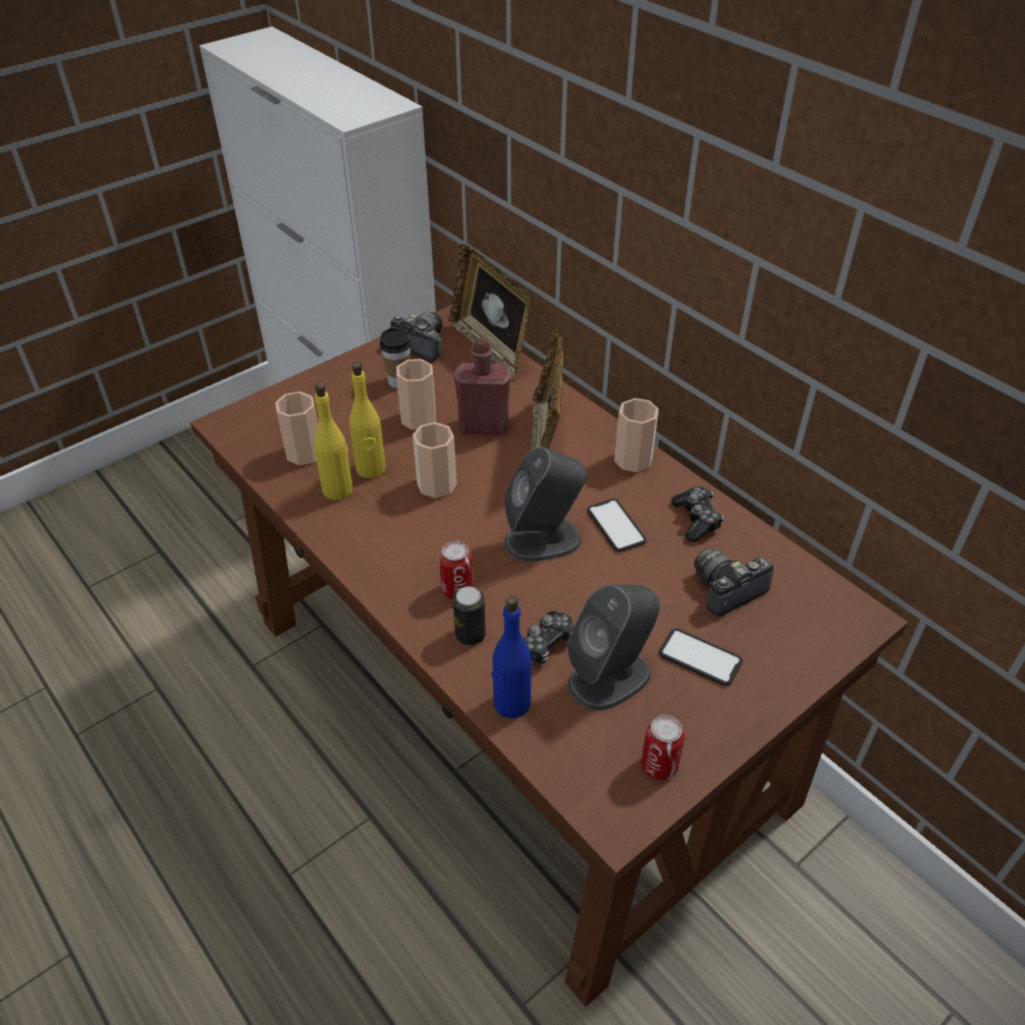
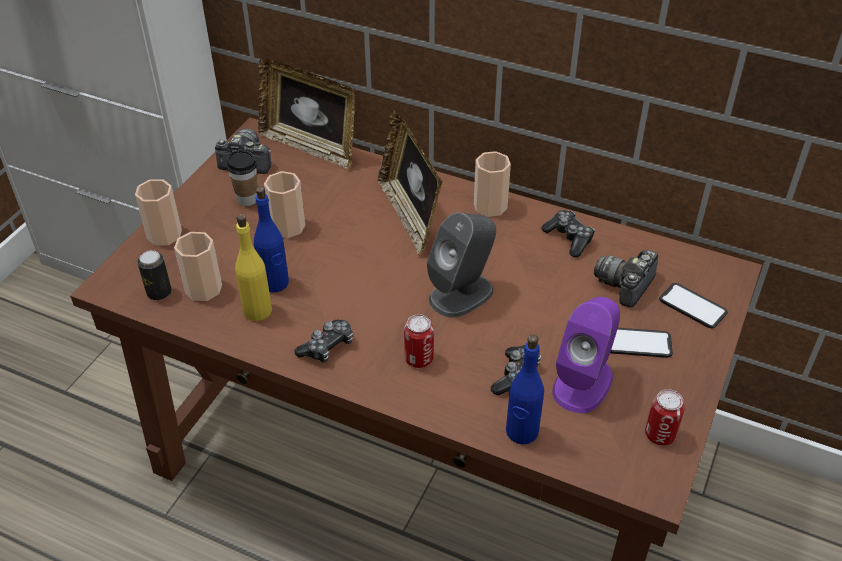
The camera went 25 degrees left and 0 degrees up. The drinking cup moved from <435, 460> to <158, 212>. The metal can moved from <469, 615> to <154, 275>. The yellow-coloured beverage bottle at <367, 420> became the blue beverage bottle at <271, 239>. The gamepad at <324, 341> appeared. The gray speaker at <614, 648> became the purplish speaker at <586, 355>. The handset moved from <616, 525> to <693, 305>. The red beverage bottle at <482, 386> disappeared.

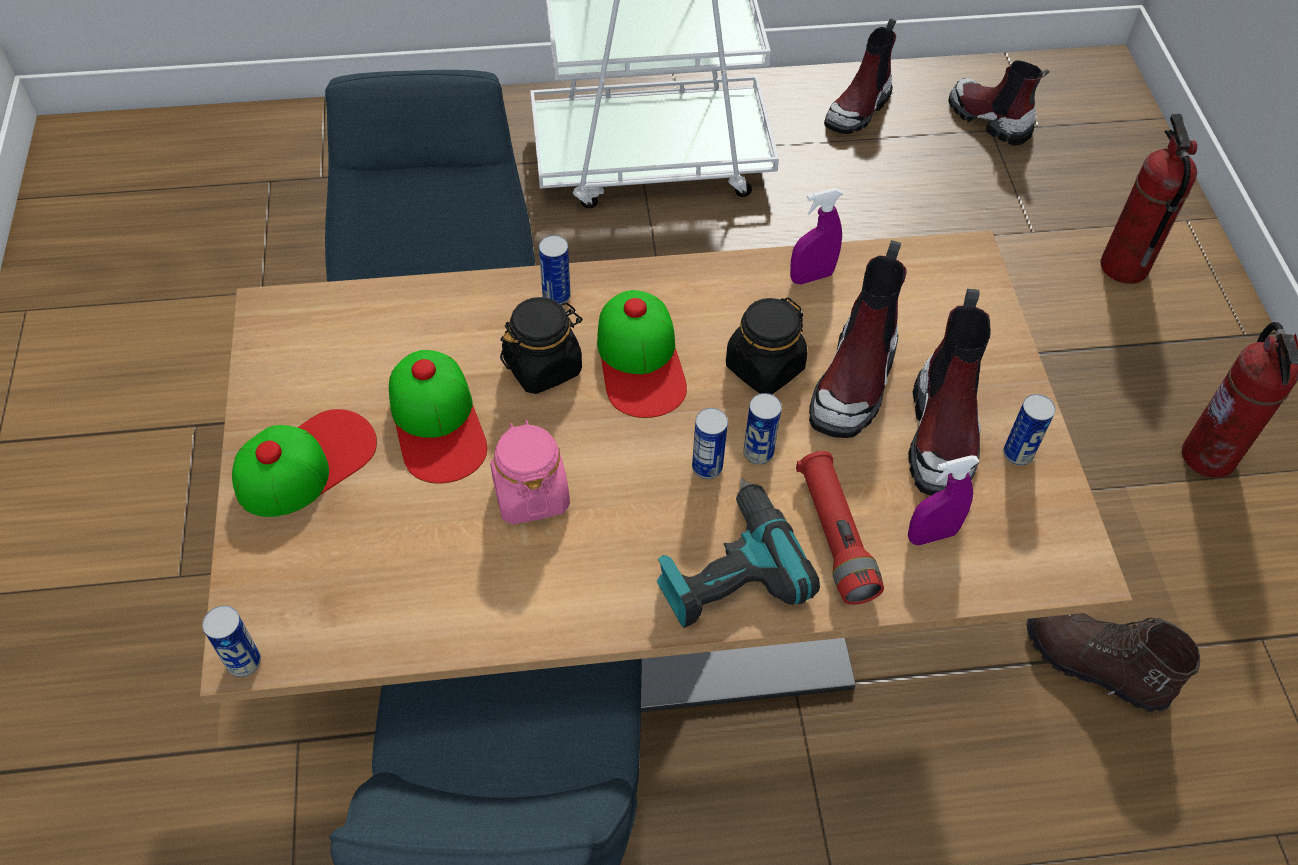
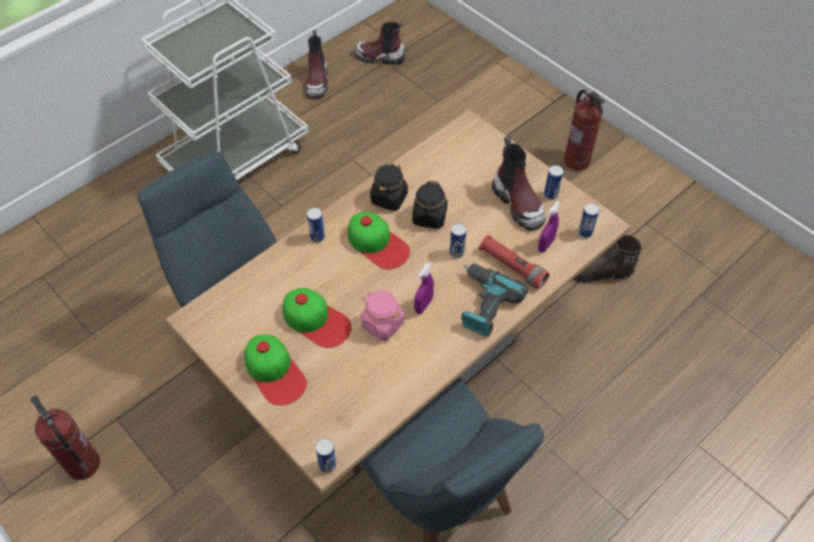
The camera went 35 degrees left and 0 degrees up. The fire extinguisher moved from <1148, 199> to <65, 437>. The baseball cap at <304, 463> turned 135 degrees clockwise. The blackish jar moved from <541, 345> to <389, 187>. The purplish hand sprayer moved from <816, 236> to <424, 288>. The metal can moved from <710, 443> to <588, 220>. The boot at <858, 339> disappeared.

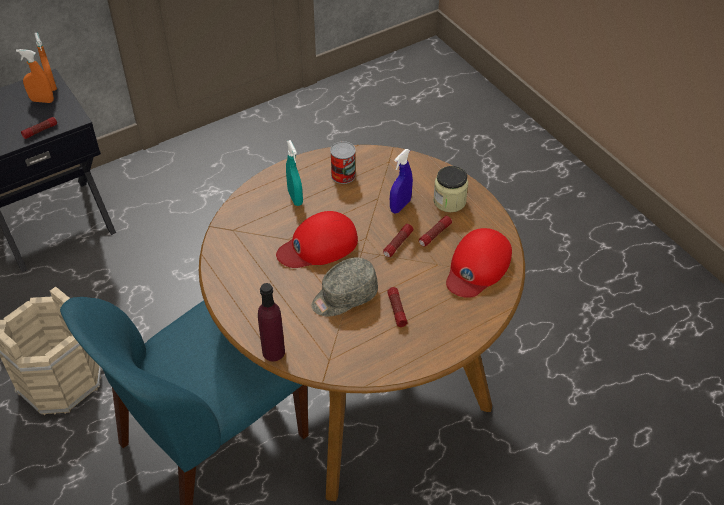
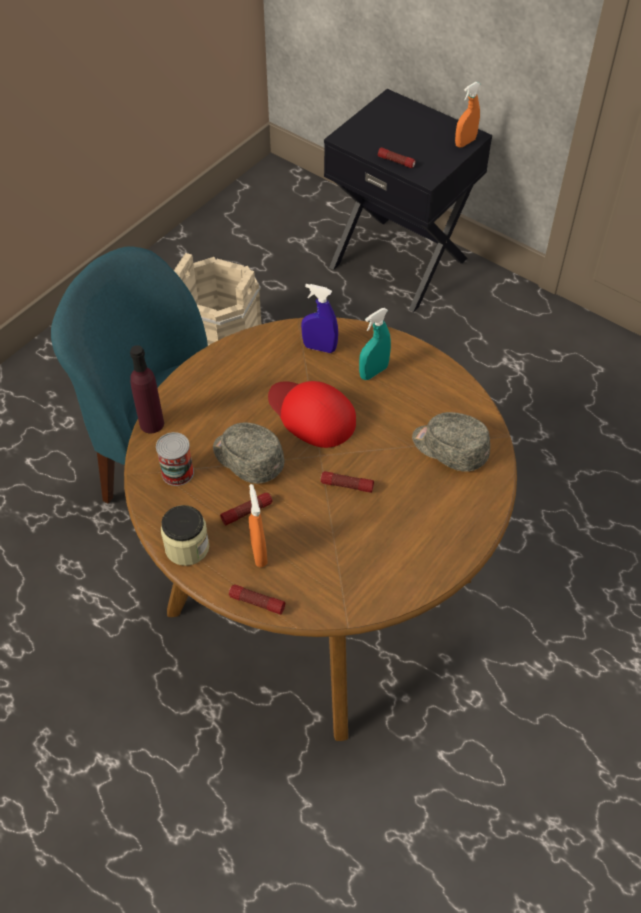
The camera went 70 degrees right and 5 degrees up. The metal can moved from <343, 162> to <175, 459>. The jar moved from <450, 189> to <185, 535>. The flashlight moved from <435, 231> to <257, 599>. The orange-coloured hand sprayer moved from <35, 76> to <258, 525>. The blue hand sprayer moved from <401, 181> to <319, 318>. The gray baseball cap at <451, 442> appeared. The red baseball cap at <479, 263> disappeared.

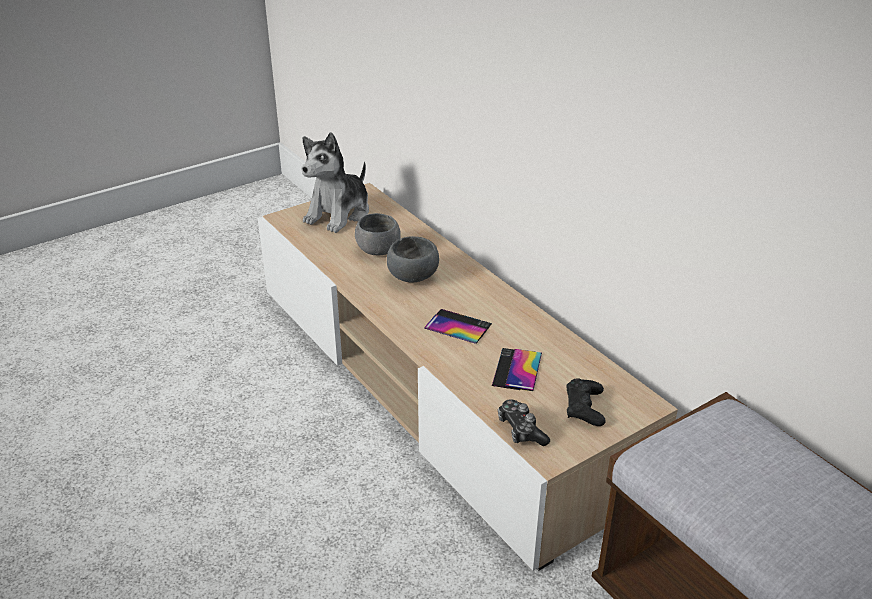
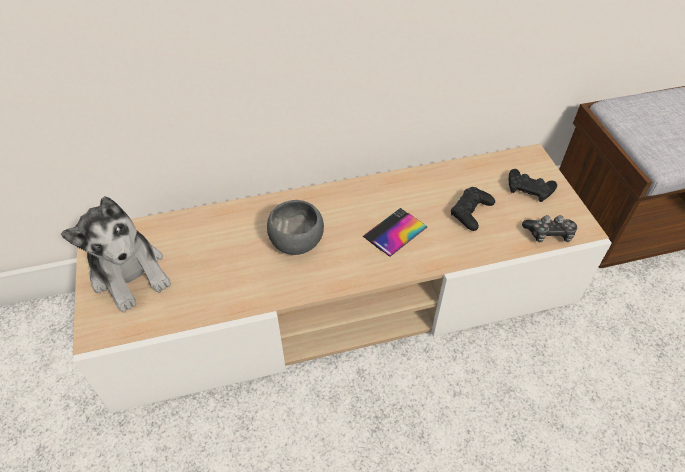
The camera went 70 degrees left and 15 degrees up. The handset at <517, 369> was replaced by the blackish gamepad at <473, 209>. The gray serving bowl at <378, 234> disappeared.

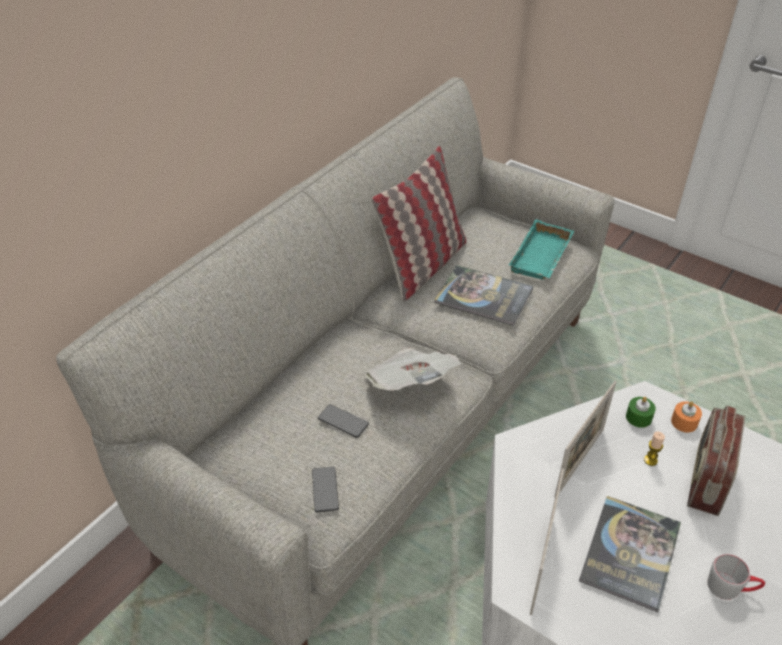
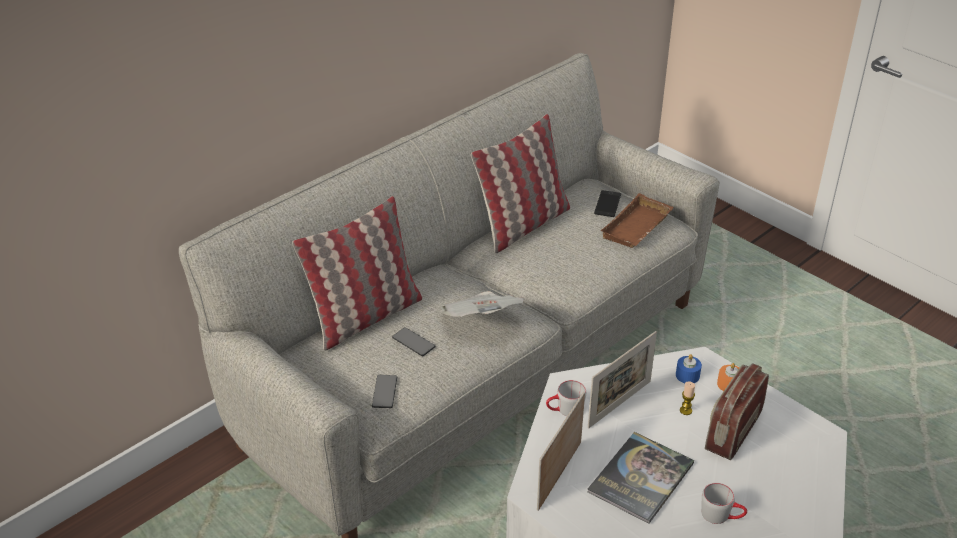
The camera went 10 degrees right and 5 degrees down. The throw pillow at <357, 273> appeared. The gray tea mug at <566, 398> appeared. The handset at <607, 203> appeared. The turquoise tray at <541, 249> became the brown-coloured tray at <637, 220>. The green-coloured wax candle at <641, 412> became the blue wax candle at <689, 368>. The volume at <483, 295> disappeared.

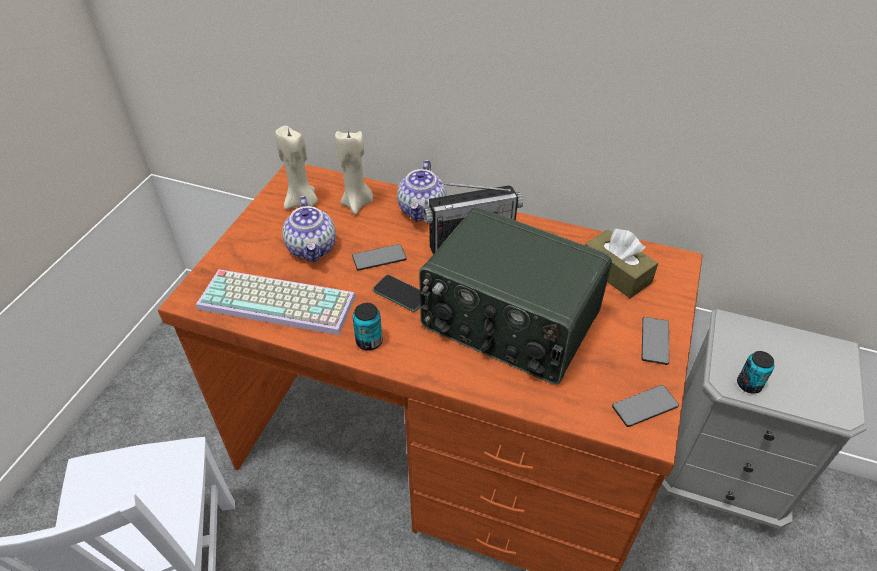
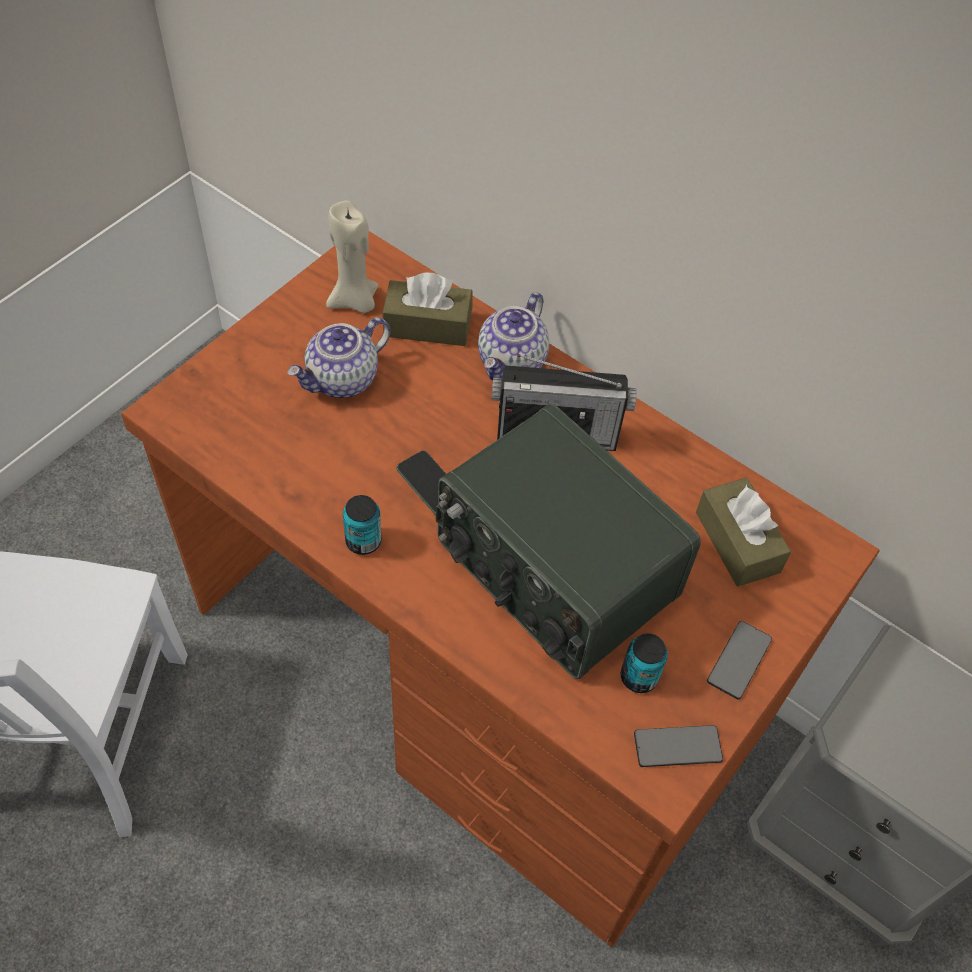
The camera went 15 degrees right and 10 degrees up. The tea pot at <309, 229> turned 45 degrees clockwise. The beige wax candle at <354, 173> was replaced by the brown-coloured tissue holder at <428, 309>. The metal can moved from <755, 372> to <644, 663>. The computer keyboard at <276, 302> disappeared. The handset at <379, 257> disappeared.

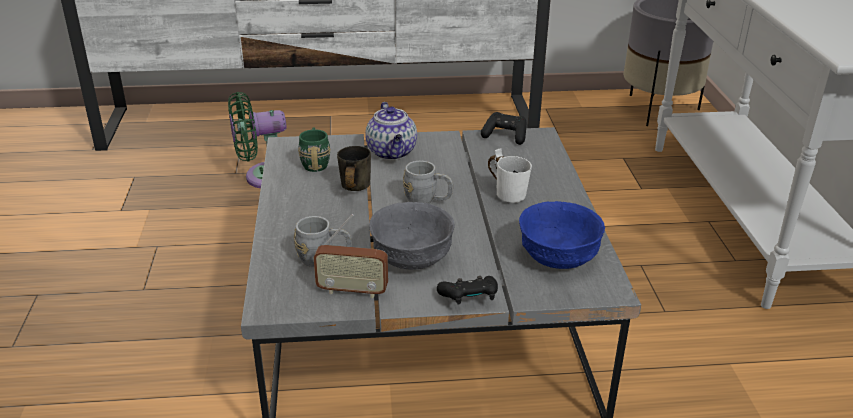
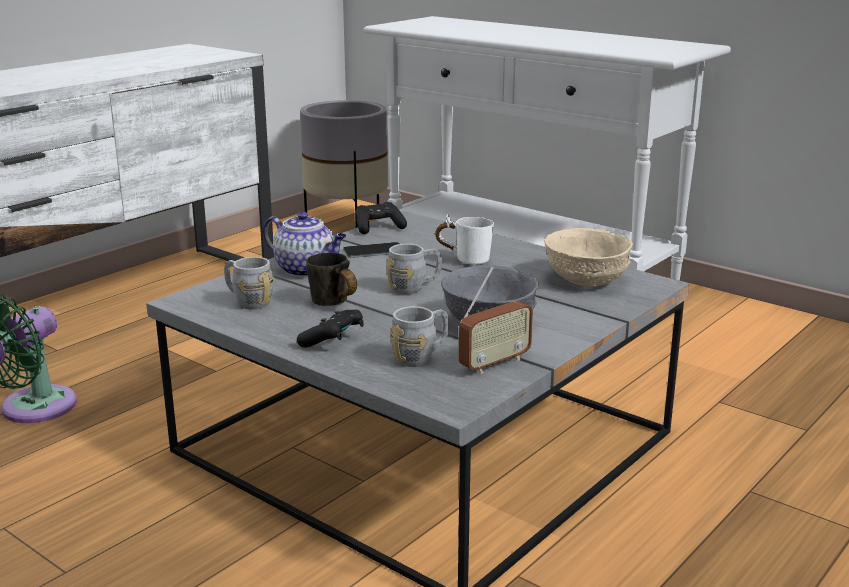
The camera went 45 degrees left and 10 degrees down. The green-coloured tea mug at <314, 149> became the gray tea mug at <249, 283>. The blackish gamepad moved from <467, 290> to <330, 329>. The handset at <371, 250> appeared. The blue serving bowl at <562, 235> became the beige serving bowl at <588, 257>.

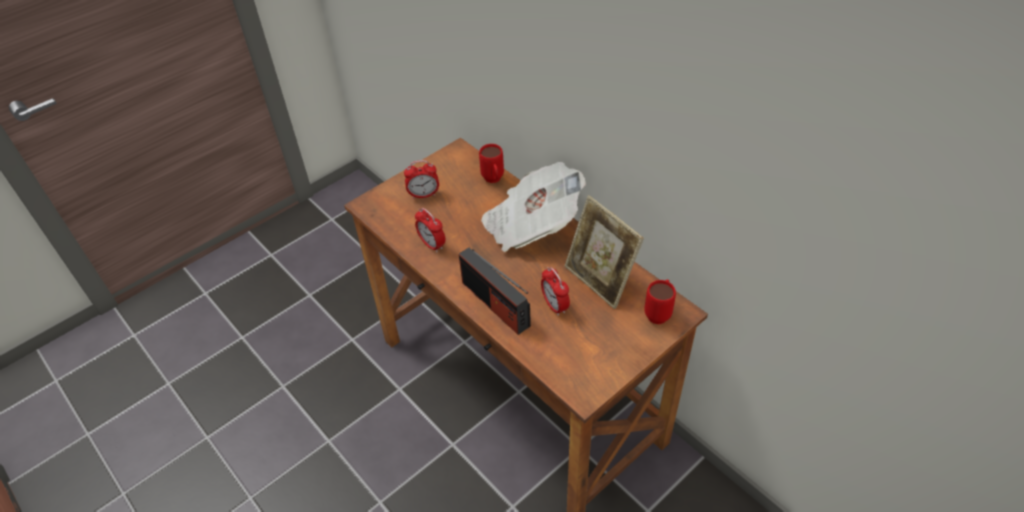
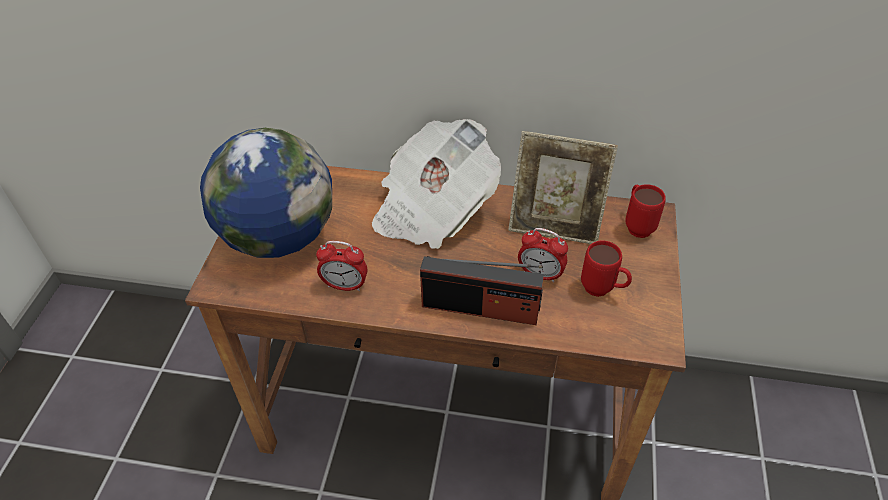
The camera went 40 degrees left and 0 degrees up. The table clock at <421, 179> was replaced by the world globe at <266, 193>. The red tea mug moved from <491, 163> to <606, 268>.

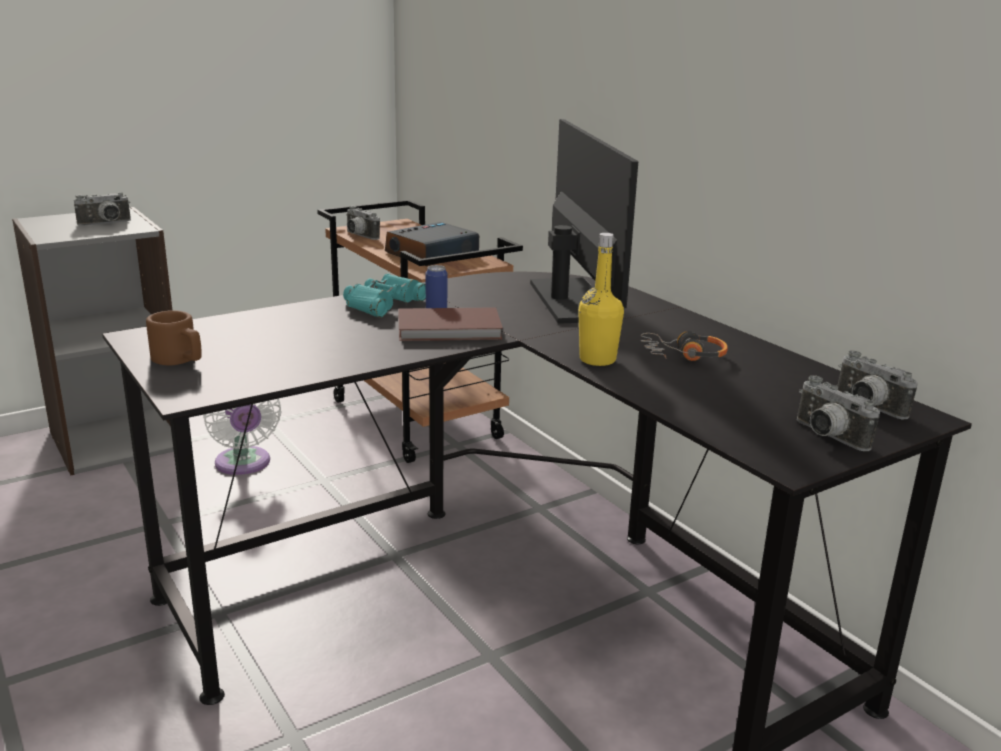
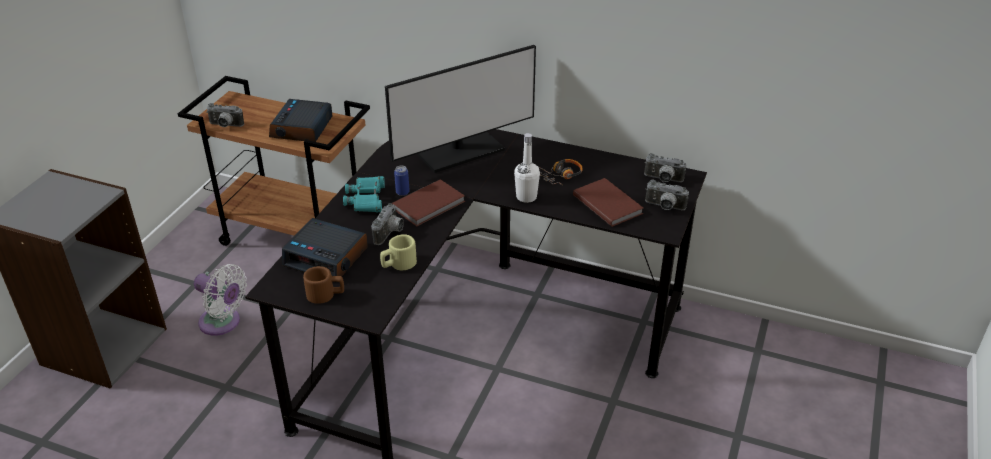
The camera went 35 degrees left and 15 degrees up. The table clock at <325, 247> appeared. The still camera moved from <102, 209> to <387, 224>. The beige tea mug at <398, 252> appeared. The monitor at <584, 221> turned 105 degrees clockwise. The yellow-coloured beverage bottle at <601, 299> became the whitish beverage bottle at <527, 168>. The brown-coloured volume at <608, 202> appeared.

